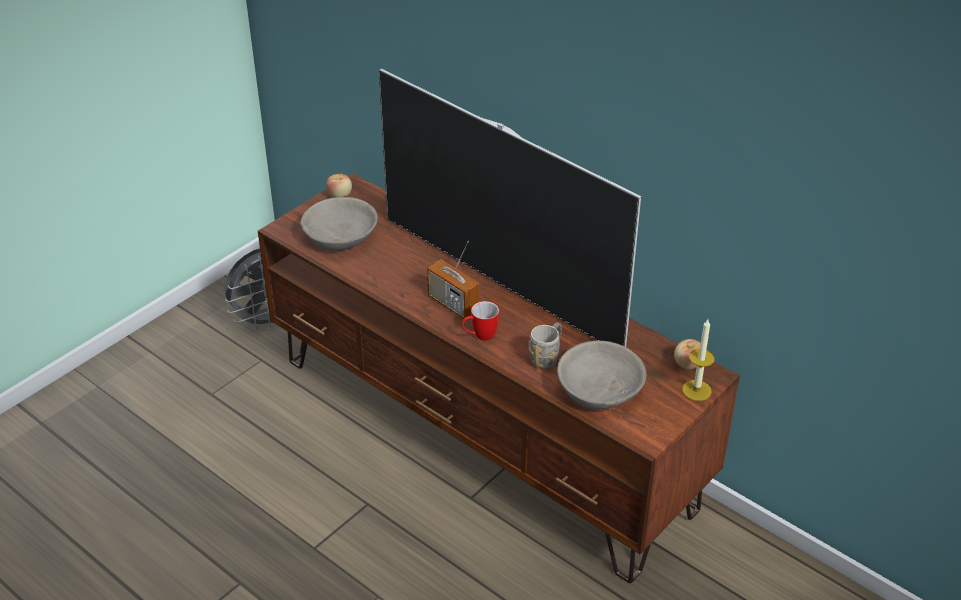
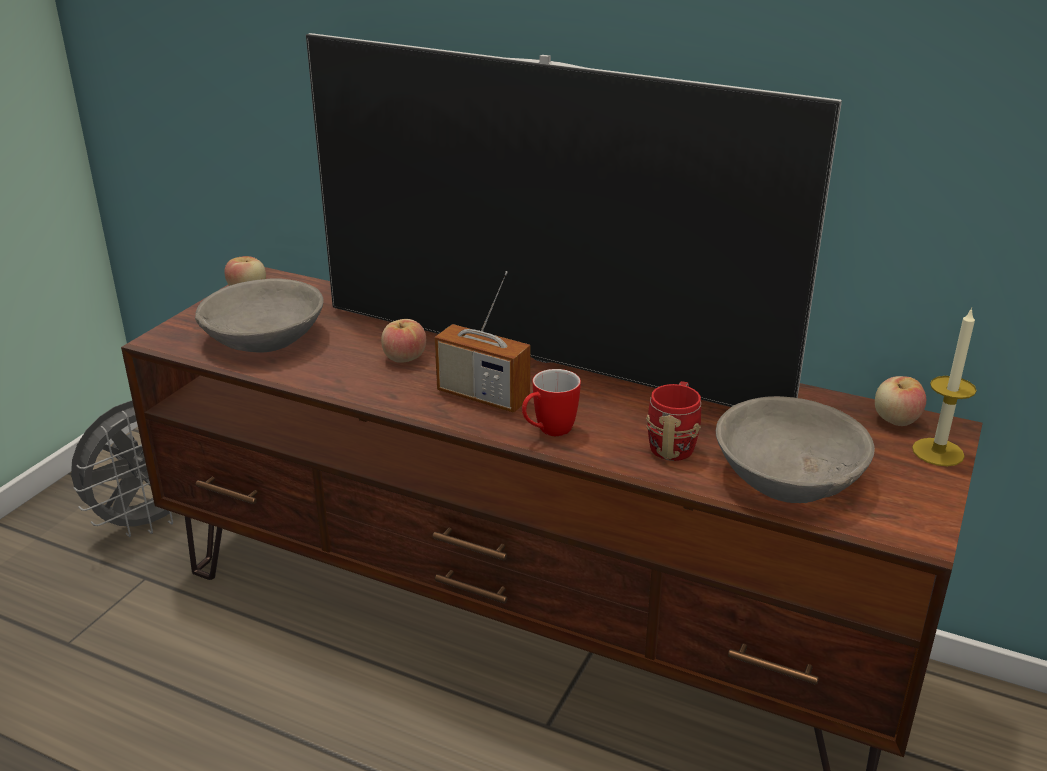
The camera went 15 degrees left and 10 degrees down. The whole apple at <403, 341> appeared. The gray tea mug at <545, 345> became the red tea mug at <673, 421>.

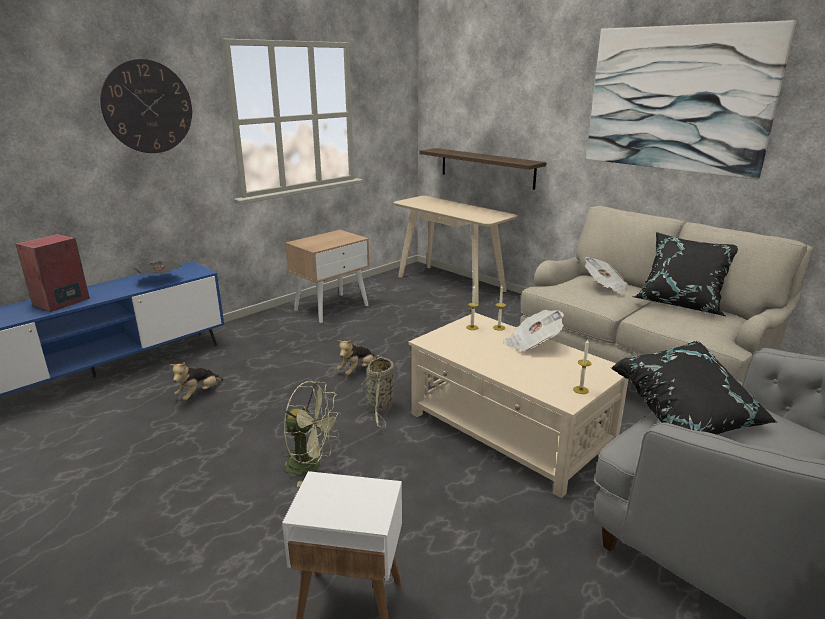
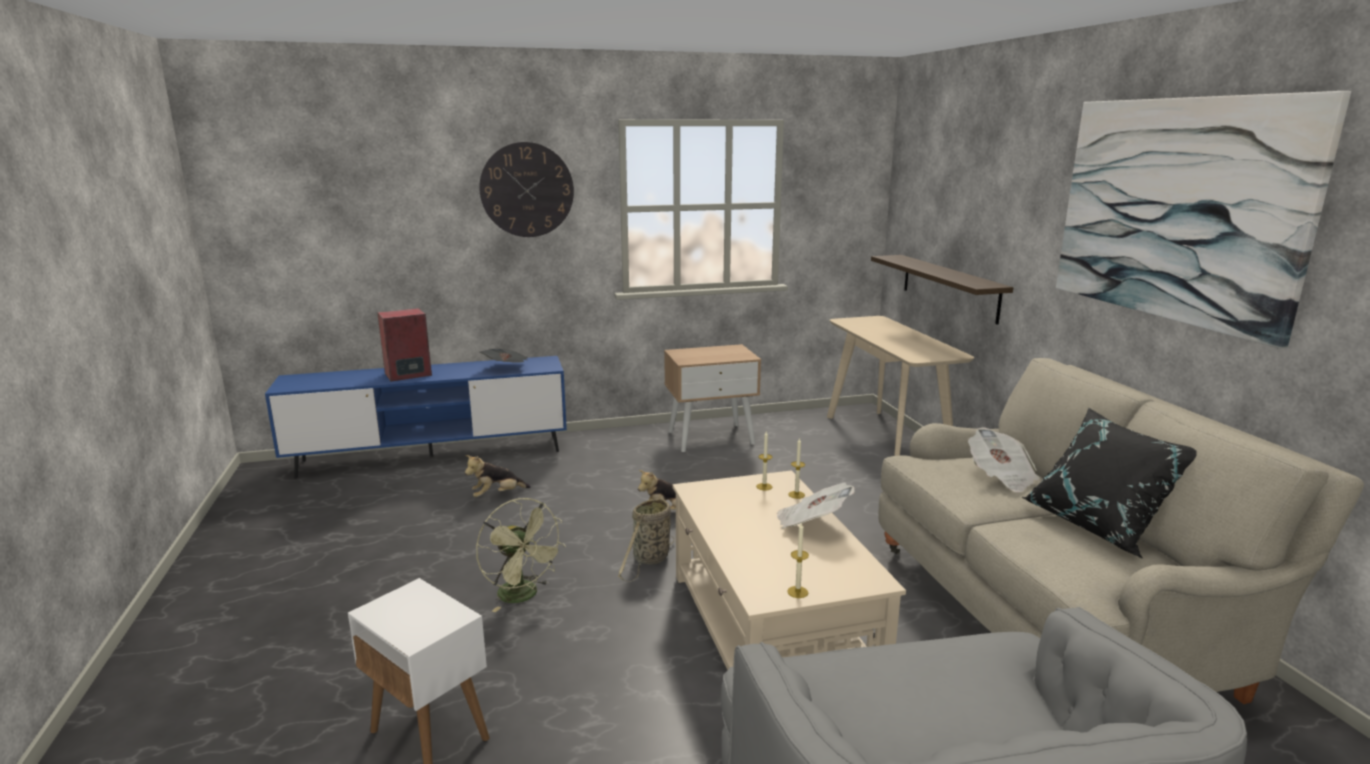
The camera went 30 degrees right and 5 degrees down. The blackish throw pillow at <694, 388> disappeared.

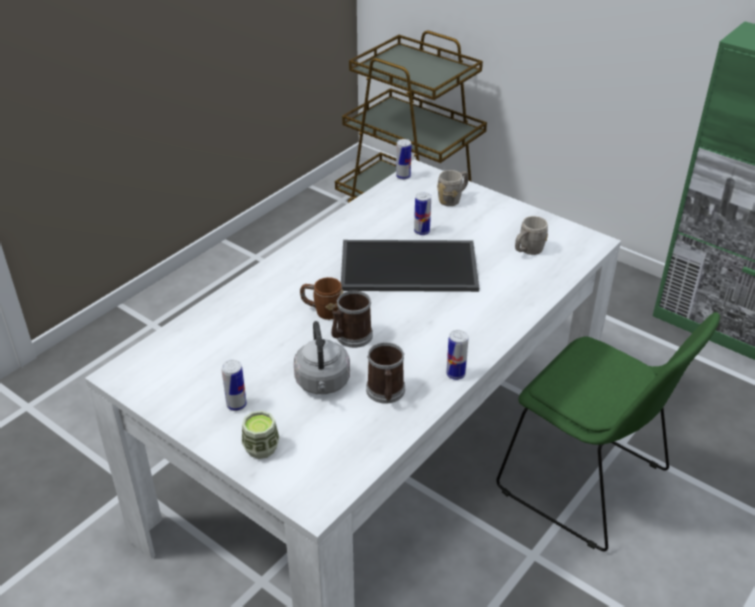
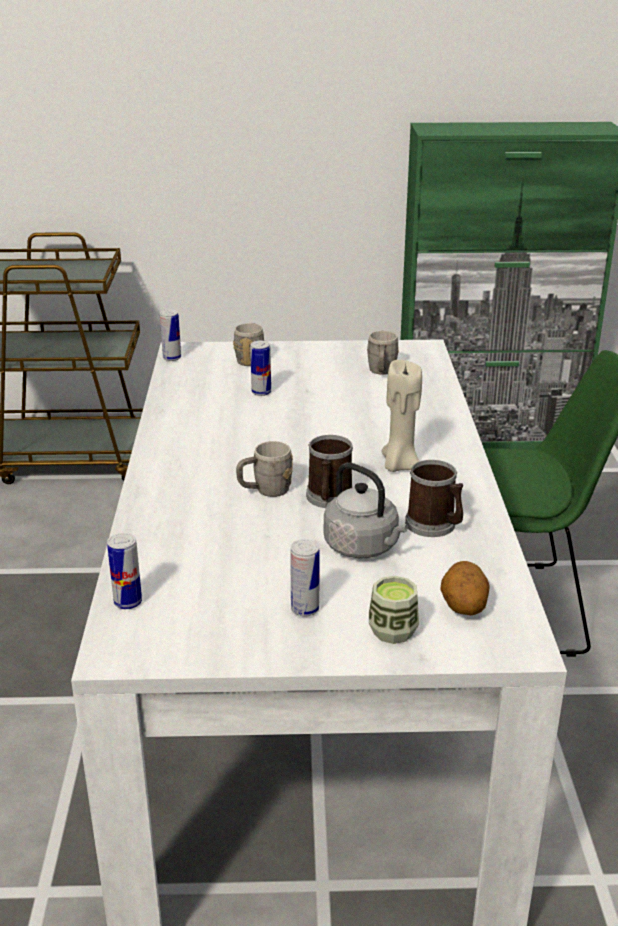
The camera went 40 degrees left and 10 degrees down. The metal can moved from <457, 355> to <124, 571>. The brown-coloured tea mug at <321, 298> became the gray tea mug at <264, 469>. The beige wax candle at <401, 416> appeared. The spud at <464, 588> appeared. The tray at <410, 266> disappeared.

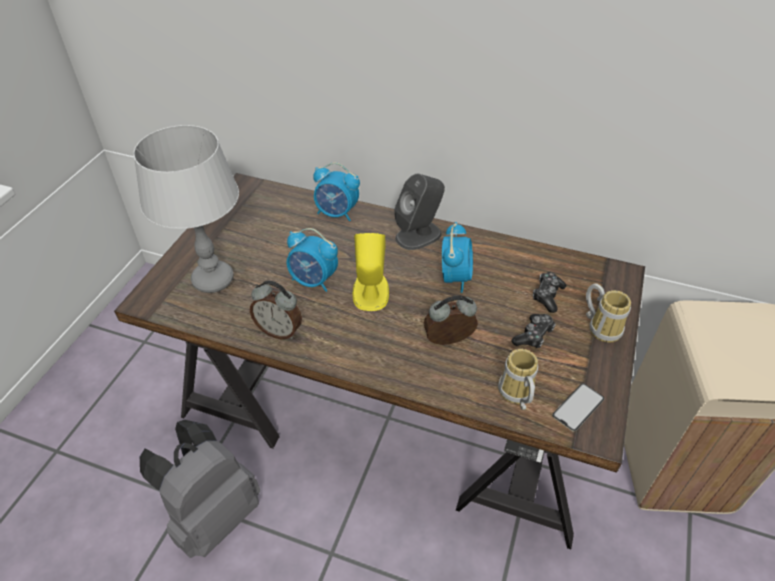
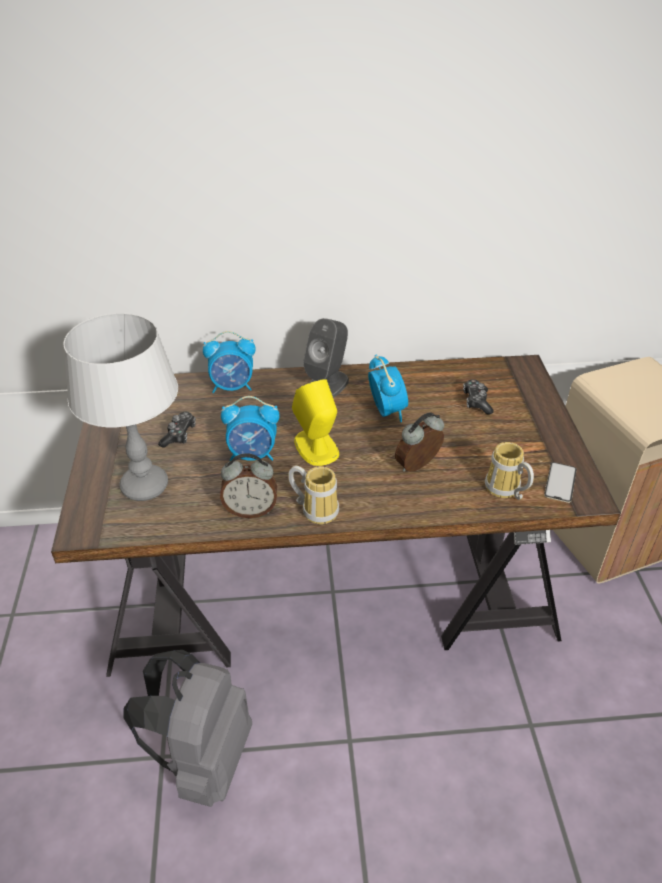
The camera went 25 degrees left and 5 degrees down. The gamepad moved from <533, 331> to <177, 430>. The tea mug moved from <608, 313> to <313, 495>.

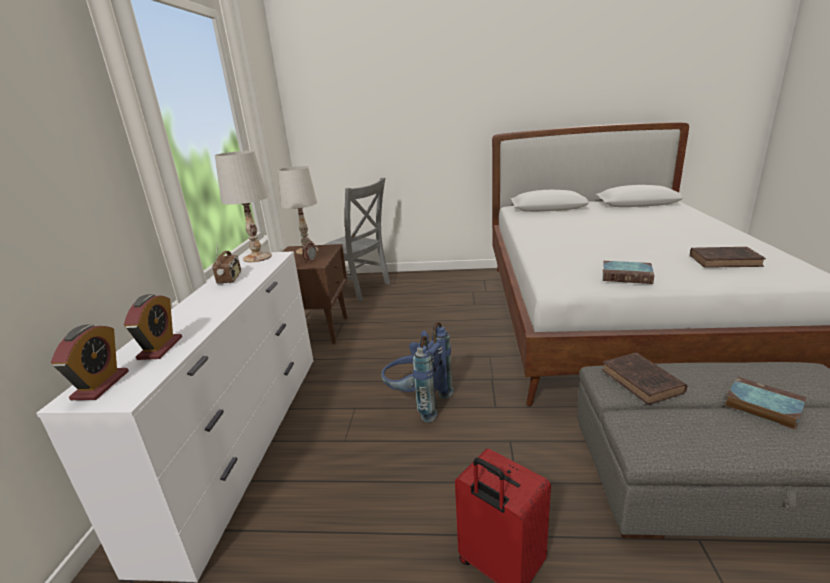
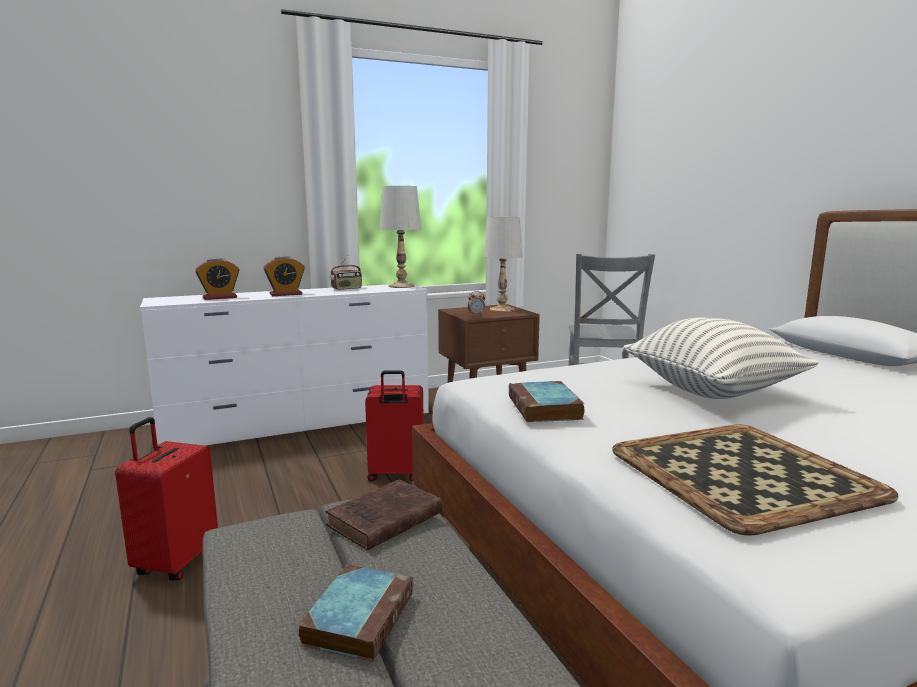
The camera went 60 degrees right and 10 degrees down. The table clock moved from <90, 362> to <284, 276>. The blue backpack at <417, 372> was replaced by the red travel case at <394, 426>. The brown-coloured volume at <728, 257> was replaced by the tray at <755, 480>. The throw pillow at <720, 358> appeared.

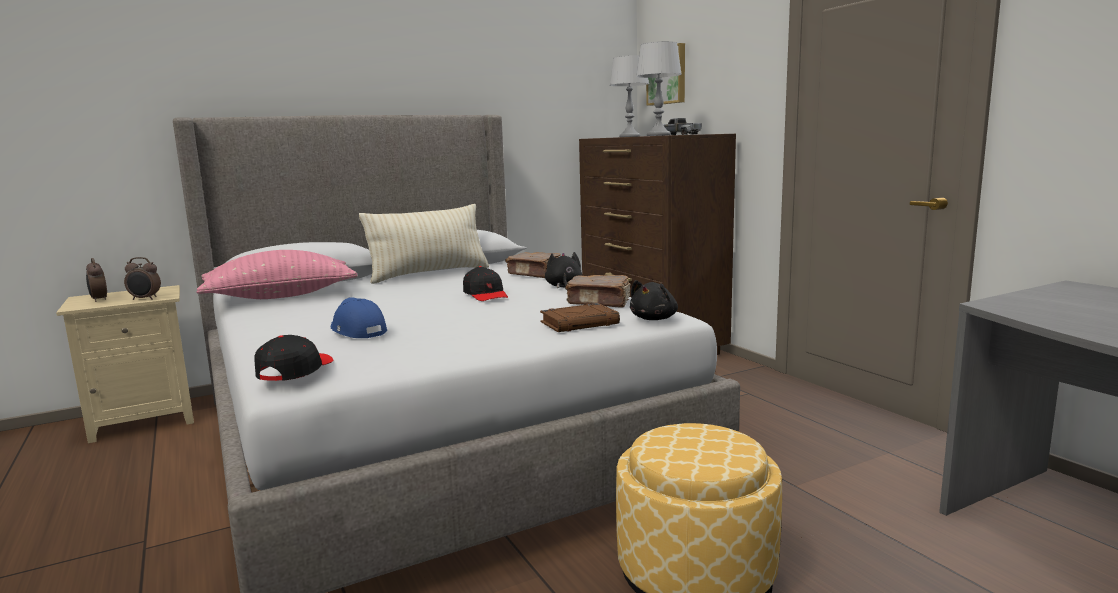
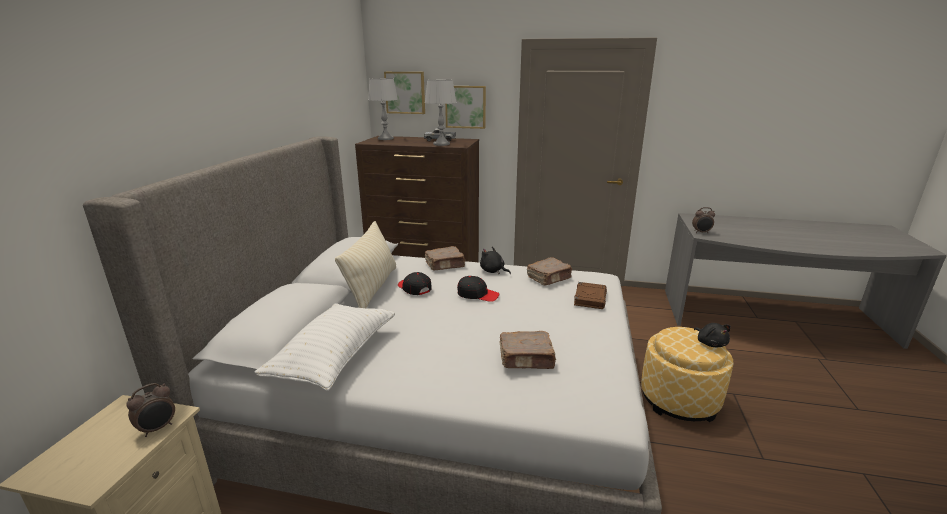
The camera went 50 degrees left and 10 degrees up. The pink throw pillow at <277, 274> became the whitish throw pillow at <324, 347>. The blackish baseball cap moved from <294, 358> to <415, 283>. The picture at <465, 107> appeared. The blue baseball cap at <359, 317> was replaced by the brown-coloured volume at <528, 350>. The table clock moved from <96, 280> to <703, 220>. The blackish cuddly toy moved from <654, 300> to <712, 335>.

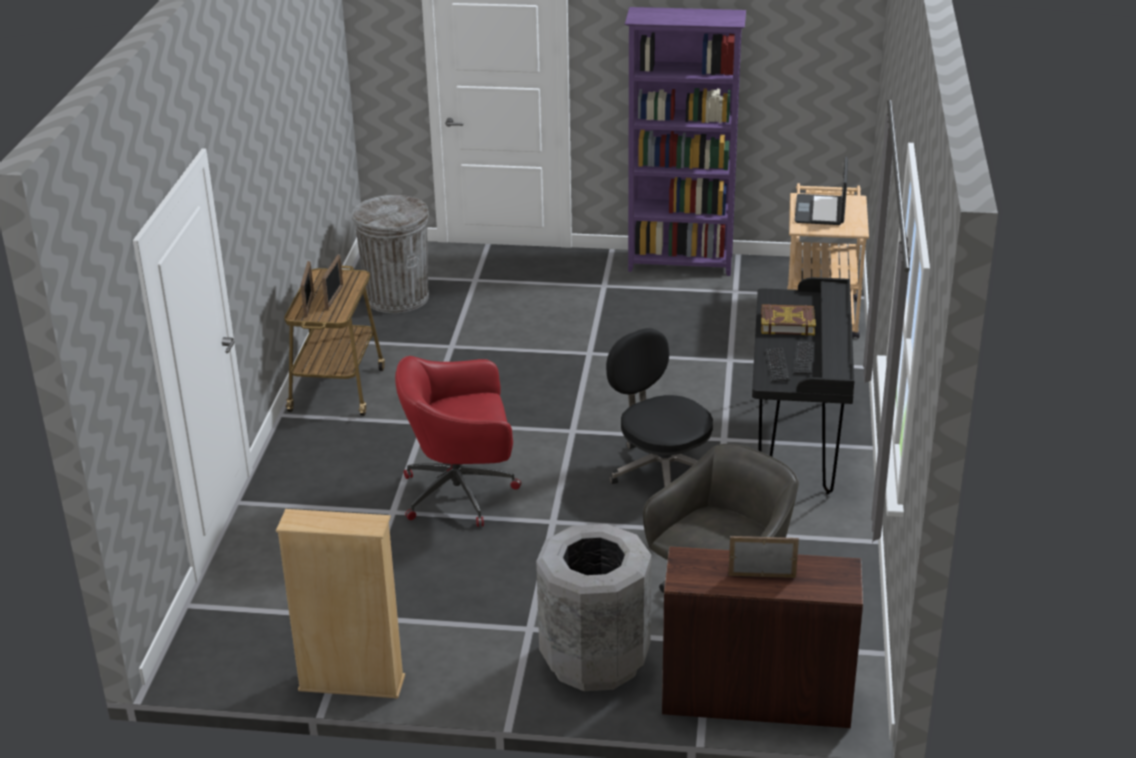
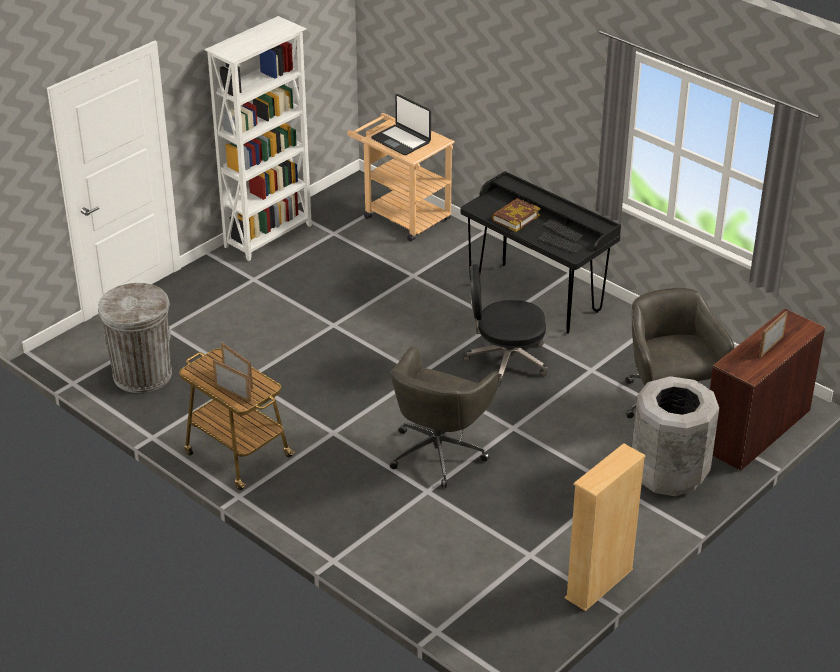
The camera went 55 degrees left and 5 degrees up. The purplish bookcase at <685, 141> became the whitish bookcase at <258, 138>. The red office chair at <458, 441> became the gray office chair at <445, 417>.

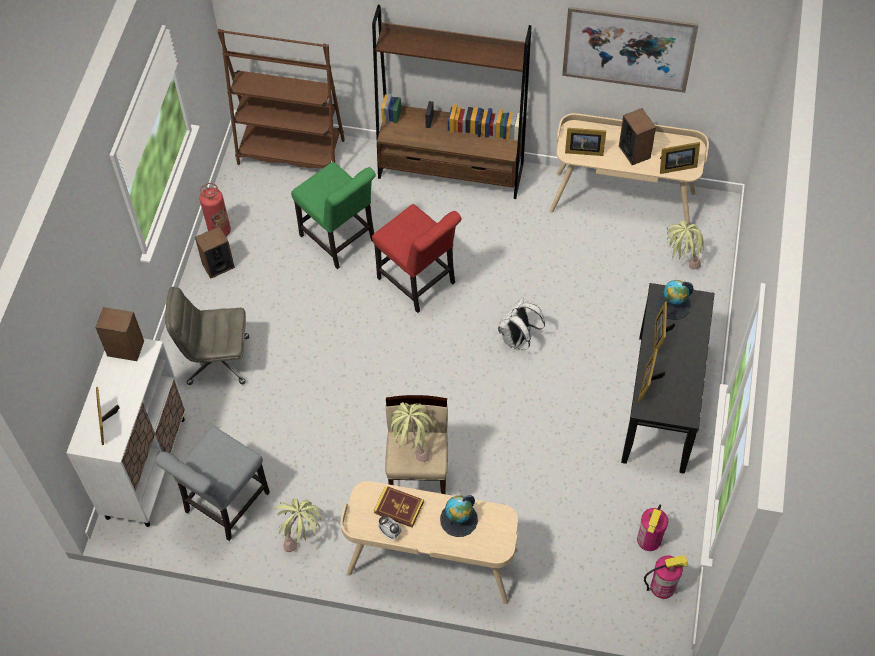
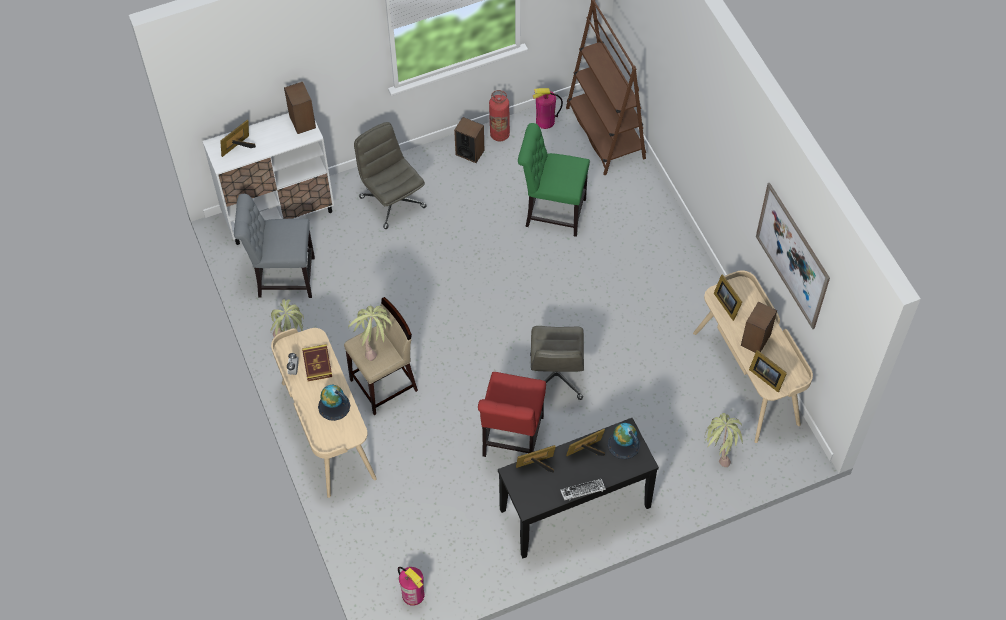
The camera went 55 degrees right and 0 degrees up. The red upright chair moved from <416, 258> to <512, 414>. The green-coloured upright chair at <333, 215> turned 90 degrees clockwise. The whitish backpack at <521, 323> was replaced by the gray office chair at <557, 363>. The fire extinguisher moved from <652, 528> to <548, 108>. The computer keyboard at <583, 490> appeared. The brown-coloured bookcase at <452, 102> disappeared.

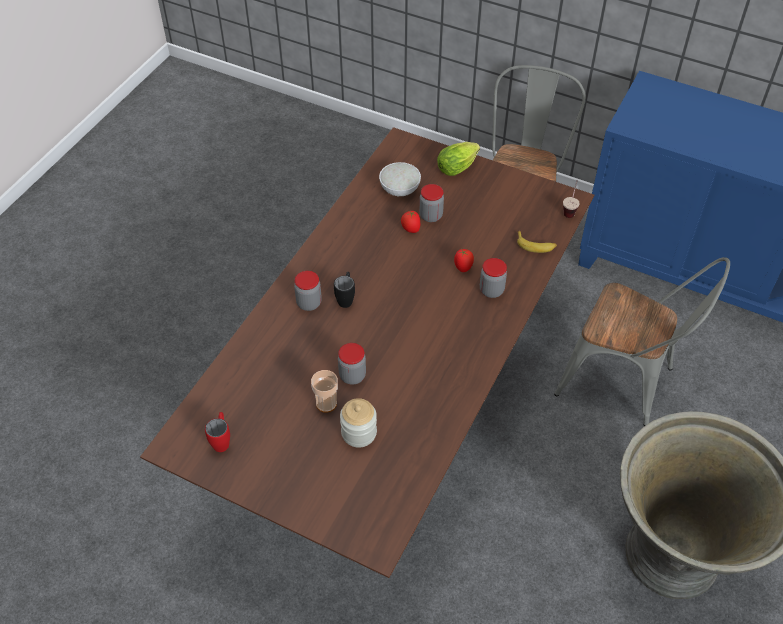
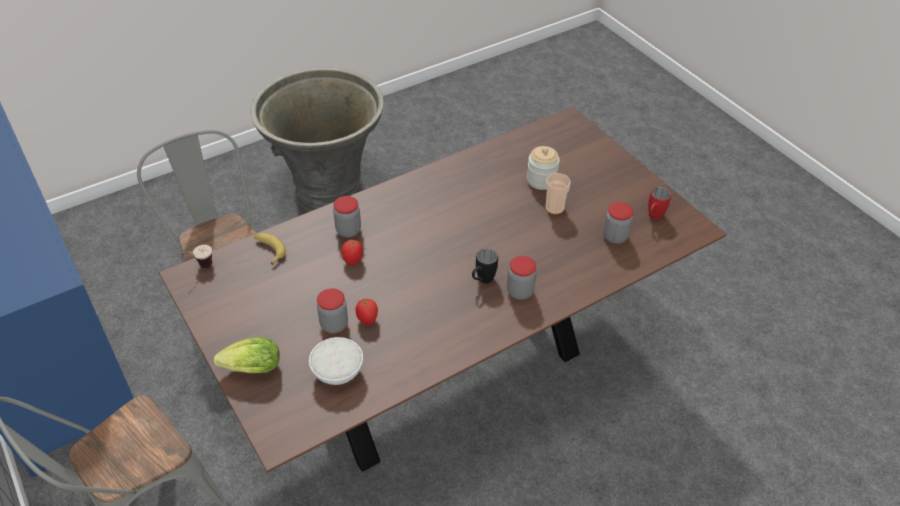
The camera went 150 degrees left and 5 degrees down. The jar moved from <352, 364> to <618, 223>.

